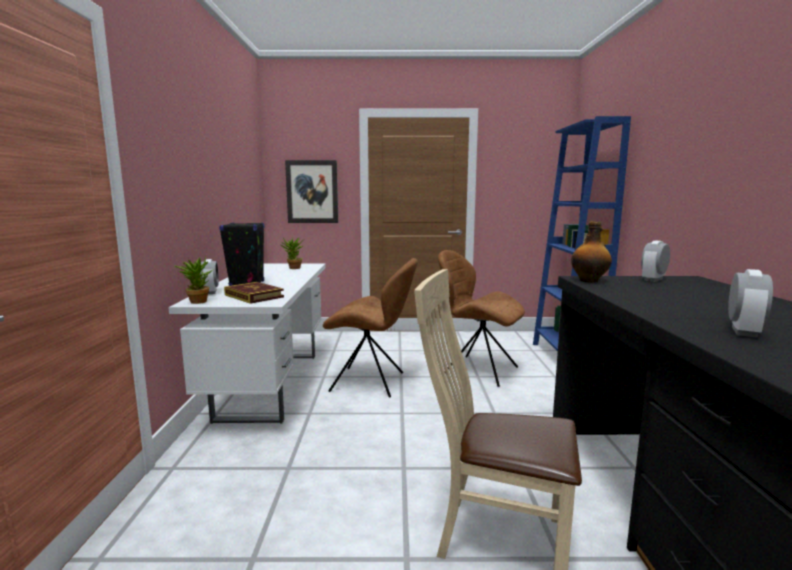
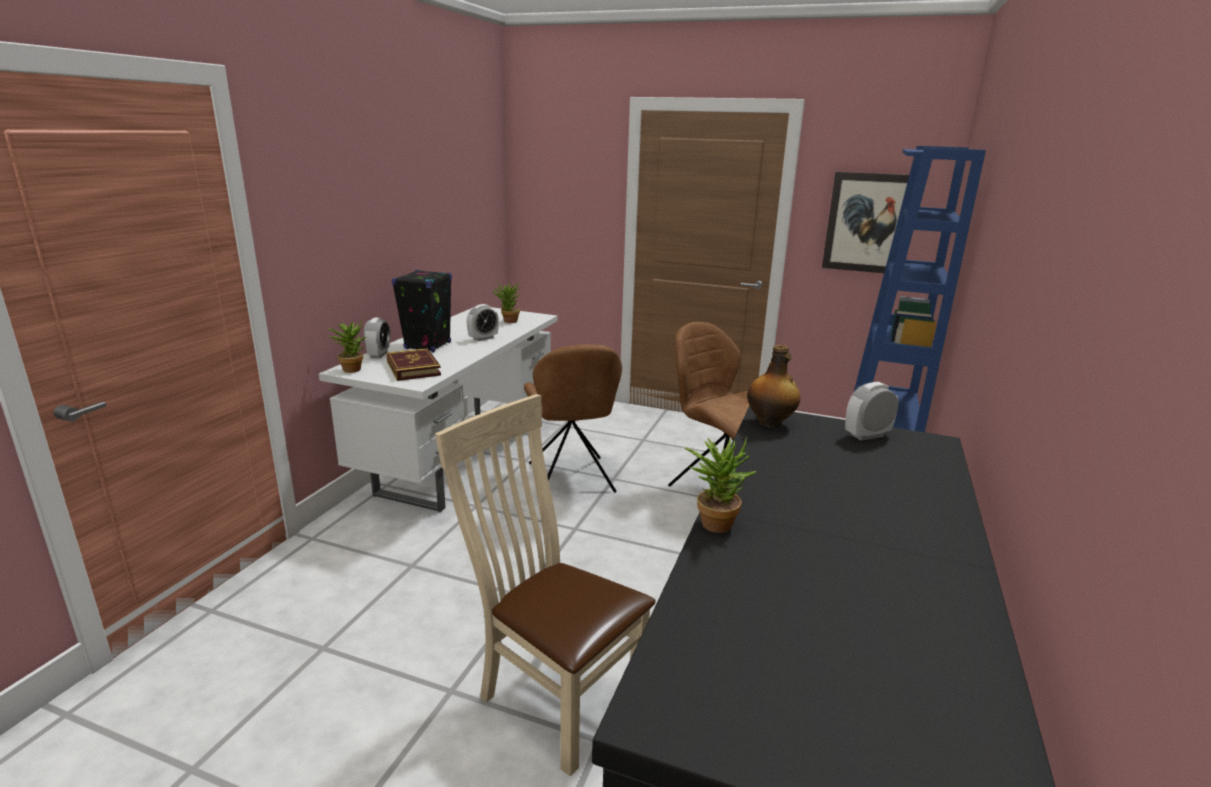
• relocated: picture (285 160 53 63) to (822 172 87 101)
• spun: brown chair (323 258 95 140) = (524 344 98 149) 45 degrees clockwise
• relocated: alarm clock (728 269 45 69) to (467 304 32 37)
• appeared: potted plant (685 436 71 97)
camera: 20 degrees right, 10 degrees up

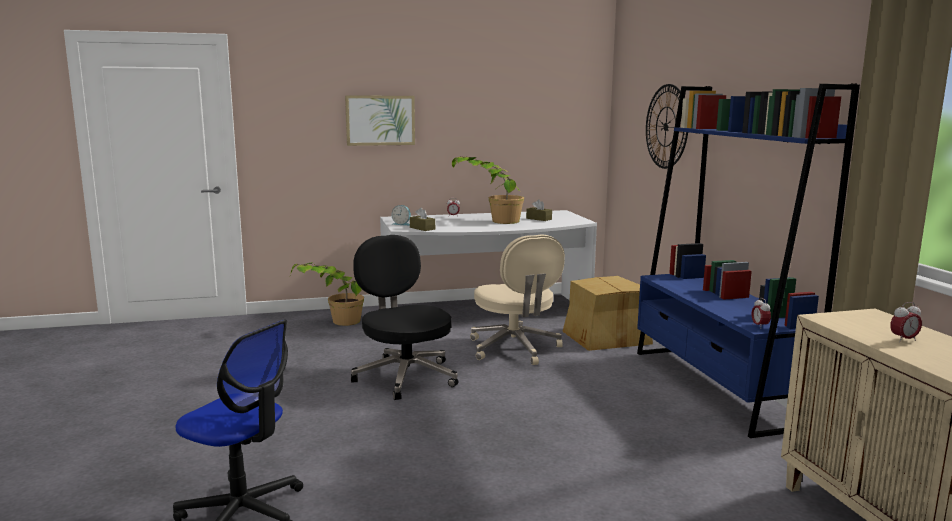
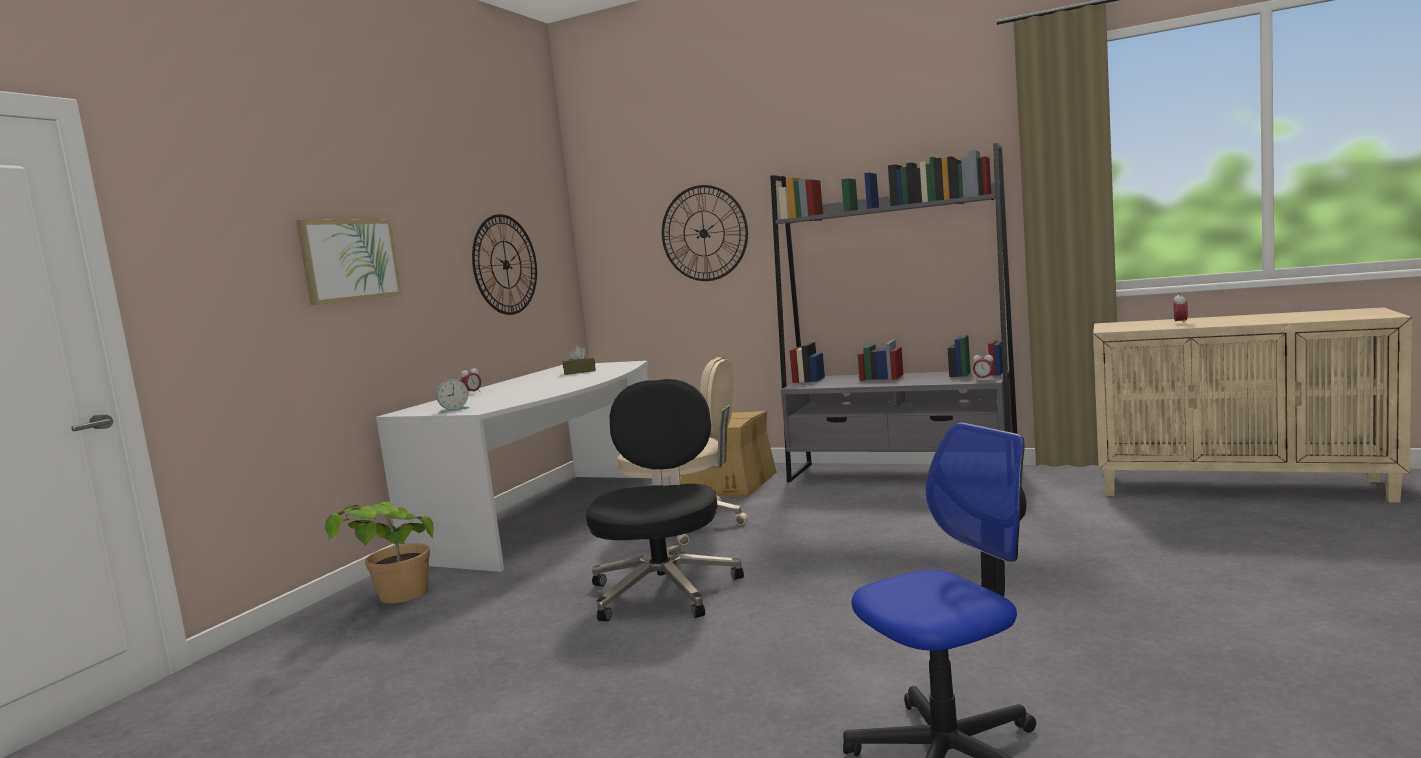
• colour: blue bookcase (637 83 223 355) to grey bookcase (770 143 247 339)
• missing: potted plant (452 156 72 68)
• missing: brown tissue box (410 207 25 24)
• spun: black office chair (351 235 107 165) = (586 379 158 242) 90 degrees clockwise
• appeared: wall clock (472 214 65 101)
camera: 50 degrees left, 5 degrees down

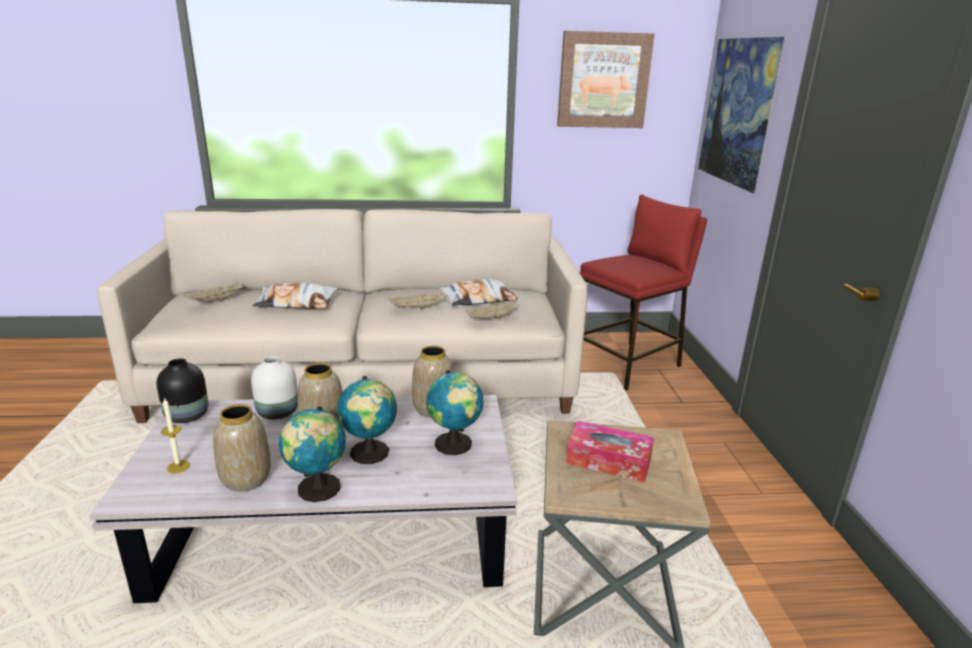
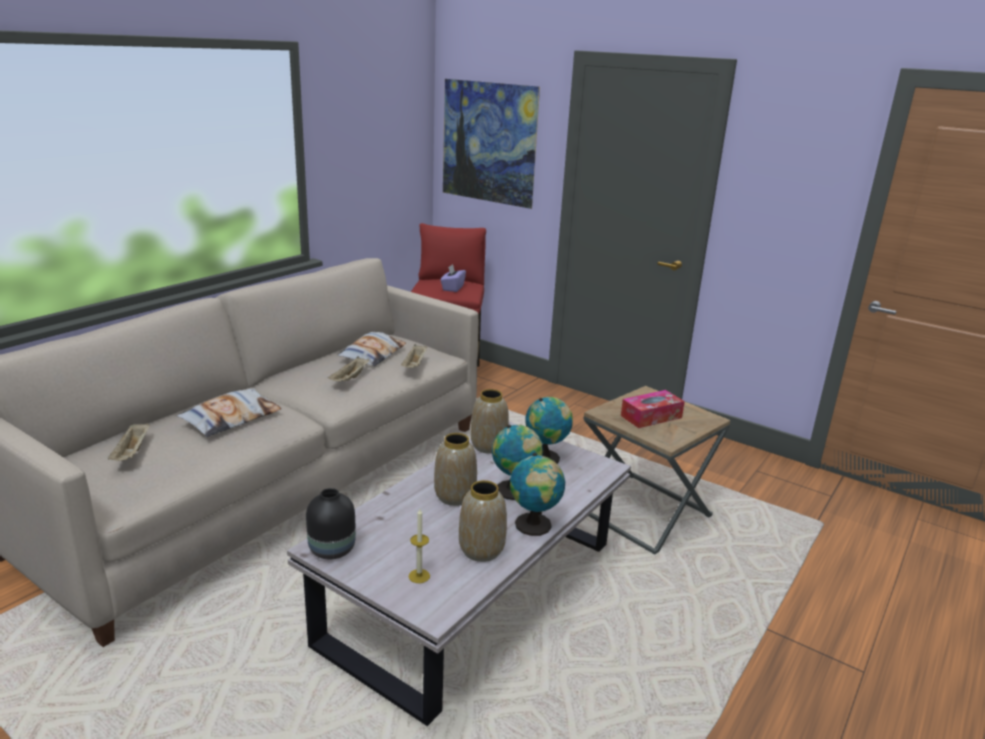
• missing: picture (557 31 97 97)
• missing: white vase (251 356 47 64)
• appeared: purple tissue box (440 264 26 28)
camera: 50 degrees left, 0 degrees up

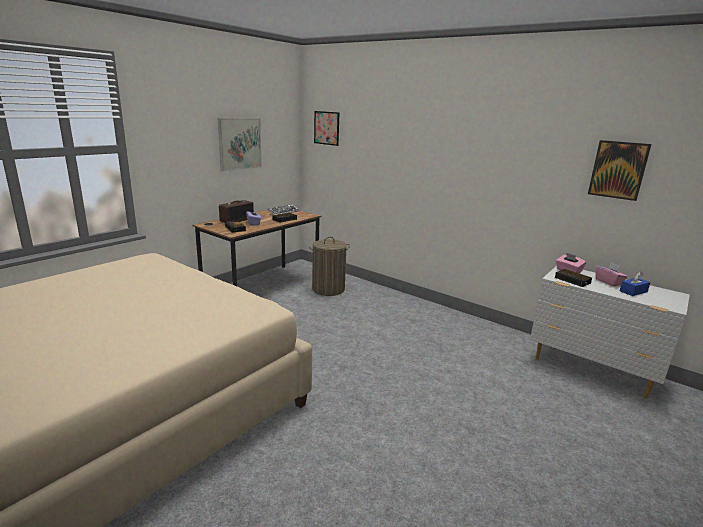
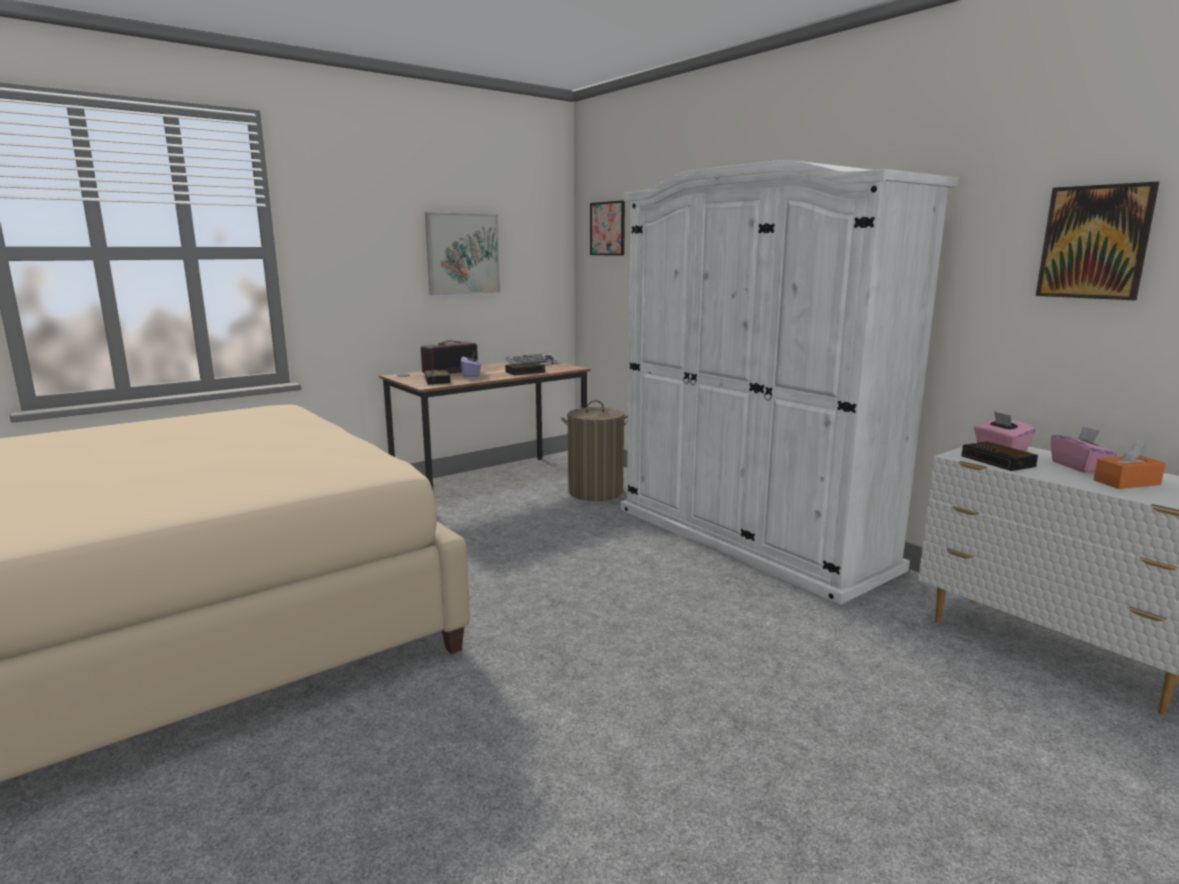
• colour: blue tissue box (620 272 30 24) to orange tissue box (1094 439 72 50)
• appeared: white wardrobe (621 160 338 445)
camera: 15 degrees right, 5 degrees down

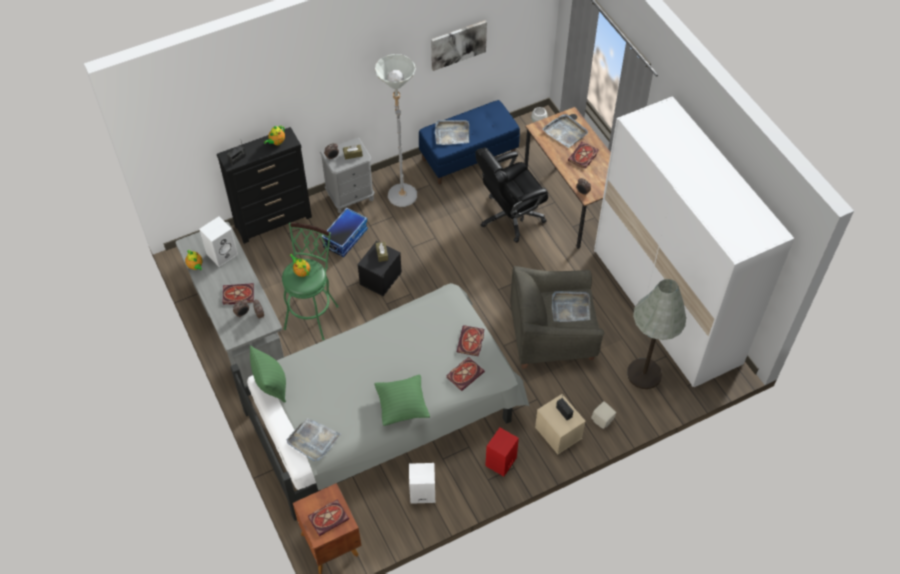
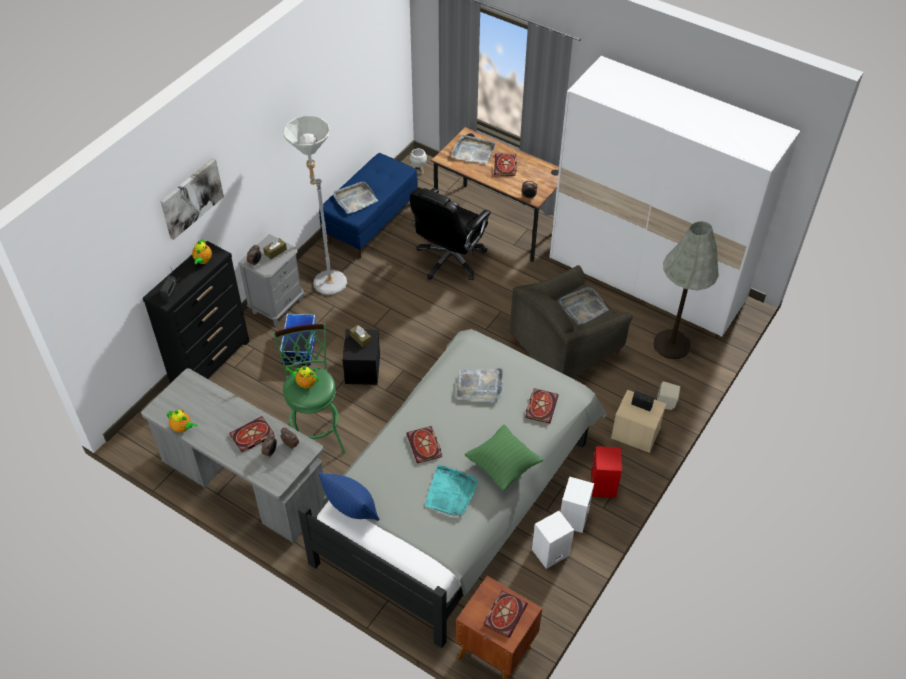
• relocated: picture (431 20 56 51) to (160 158 64 82)
• relocated: white speaker (199 217 39 50) to (560 477 34 56)
• relocated: book (457 325 27 31) to (406 426 36 37)
• colour: green pillow (250 346 36 57) to blue pillow (318 472 61 49)
• relocated: grey tray (287 418 54 43) to (456 368 47 33)
• appeared: turquoise tray (425 465 53 51)
camera: 30 degrees left, 5 degrees down

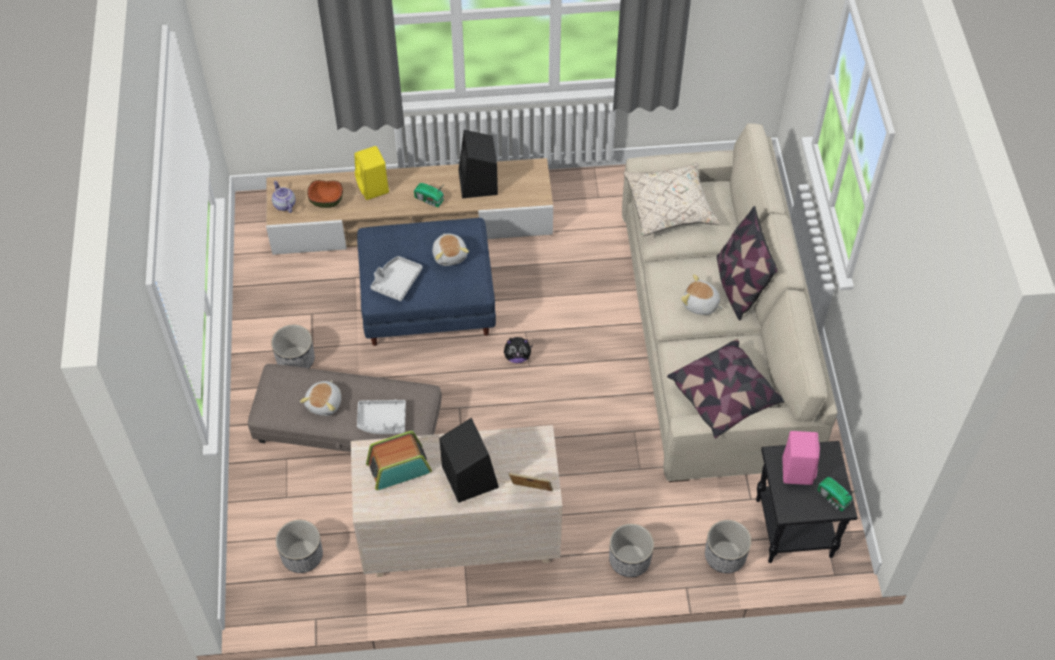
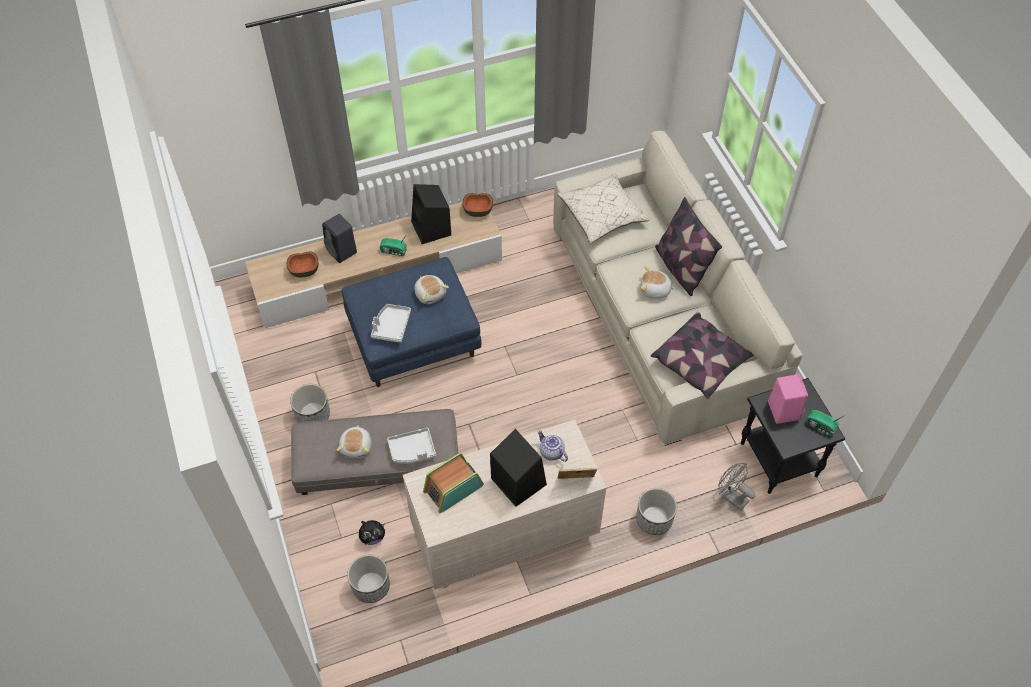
• colour: yellow speaker (354 146 35 54) to black speaker (322 214 35 49)
• relocated: teapot (272 181 24 32) to (537 430 31 32)
• relocated: plush toy (504 337 29 26) to (359 520 26 25)
• exchanged: planter (705 520 47 53) to grey fan (718 463 38 48)
• appeared: bowl (463 193 30 24)
camera: 15 degrees left, 0 degrees up

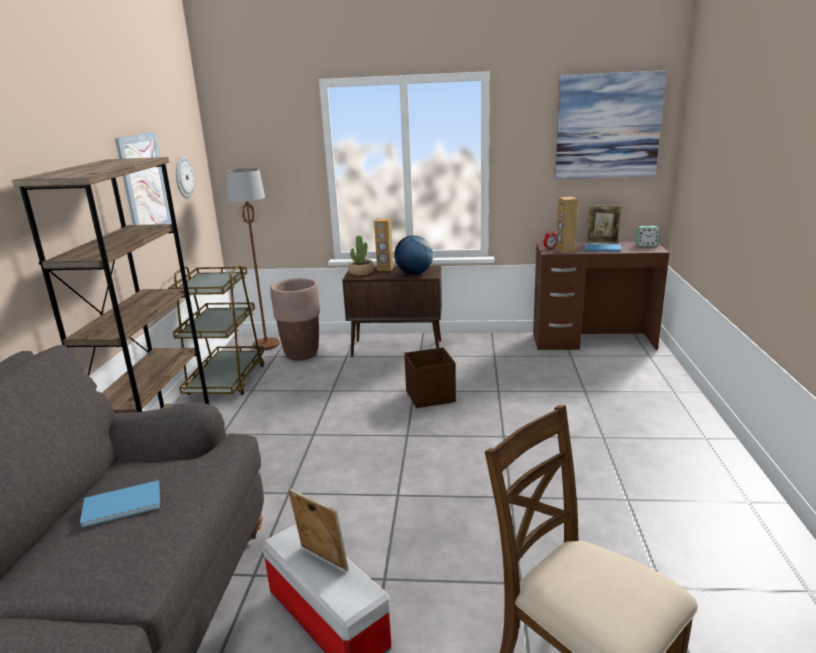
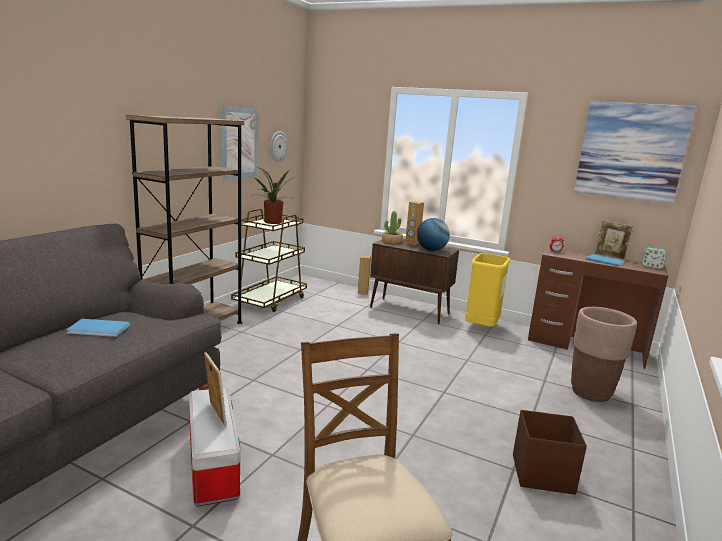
• missing: brown floor lamp (226 168 54 182)
• relocated: brown speaker (556 197 22 56) to (358 255 13 40)
• relocated: brown planter (270 278 50 82) to (571 307 66 95)
• relocated: brown storage box (404 347 52 61) to (513 410 74 85)
• appeared: potted plant (254 167 47 57)
• appeared: yellow trash can (465 253 45 74)
camera: 20 degrees right, 5 degrees down

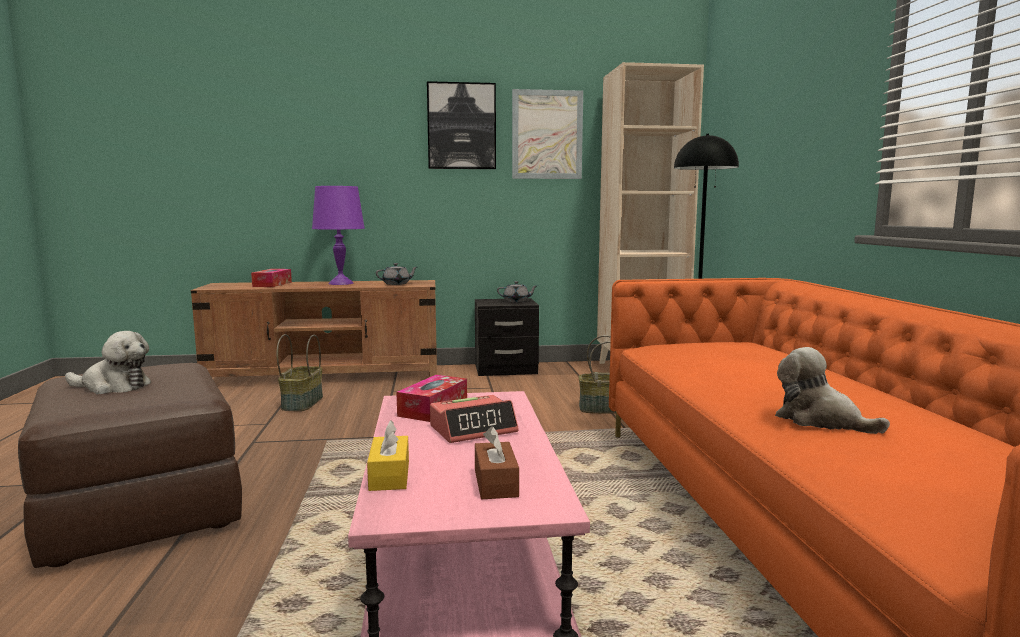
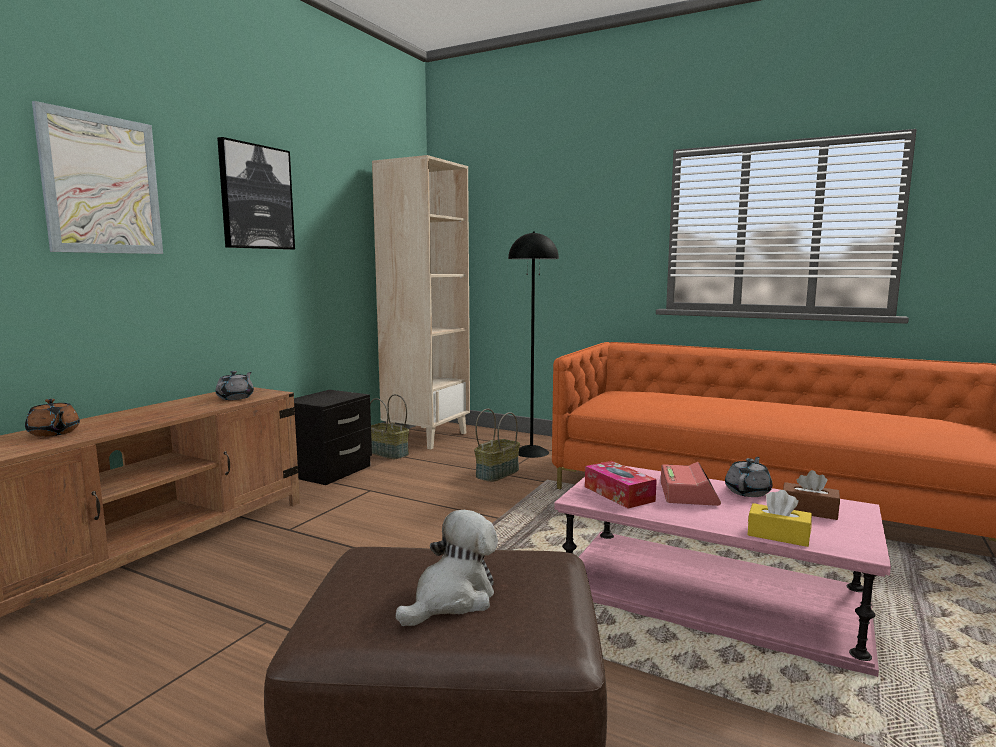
• relocated: picture (512 89 71 90) to (32 101 131 153)
• missing: purple table lamp (312 186 53 99)
• exchanged: tissue box (251 269 41 18) to brown teapot (25 399 55 38)
• relocated: grey teapot (497 281 41 21) to (725 457 47 40)
• relocated: basket (277 334 46 77) to (370 394 39 65)
• missing: plush toy (775 347 115 87)
camera: 55 degrees left, 0 degrees up

